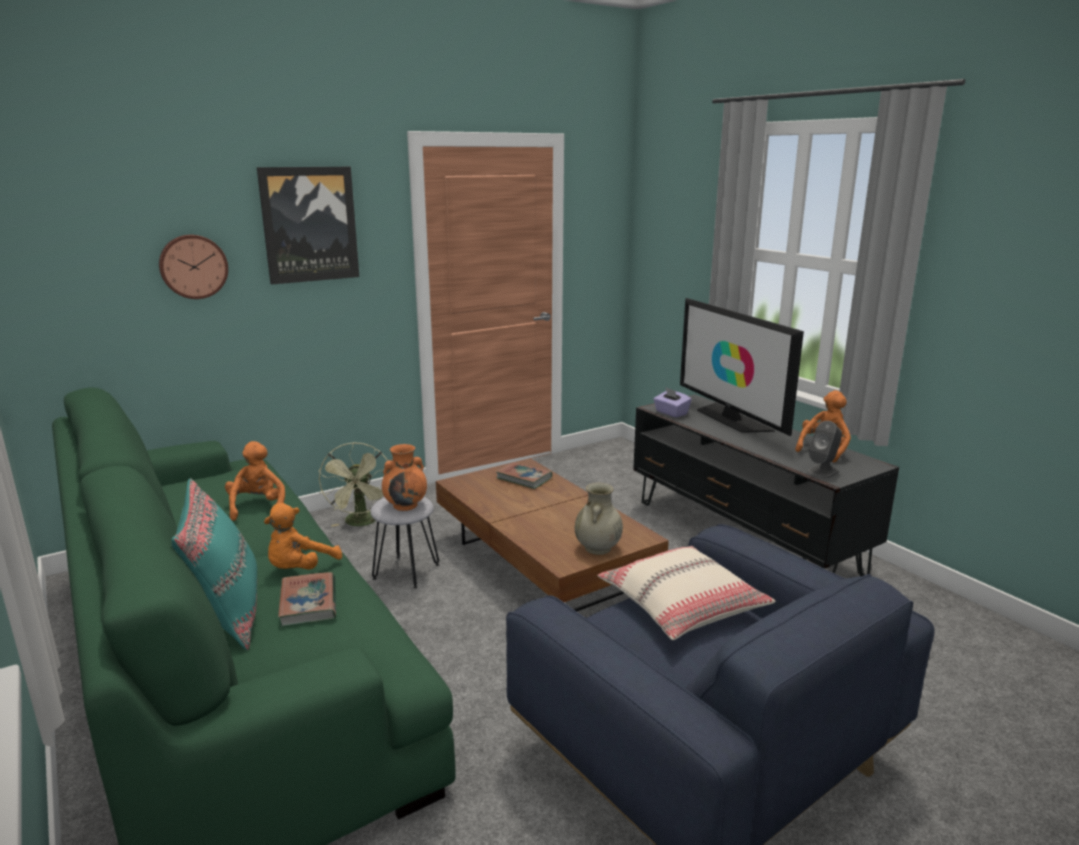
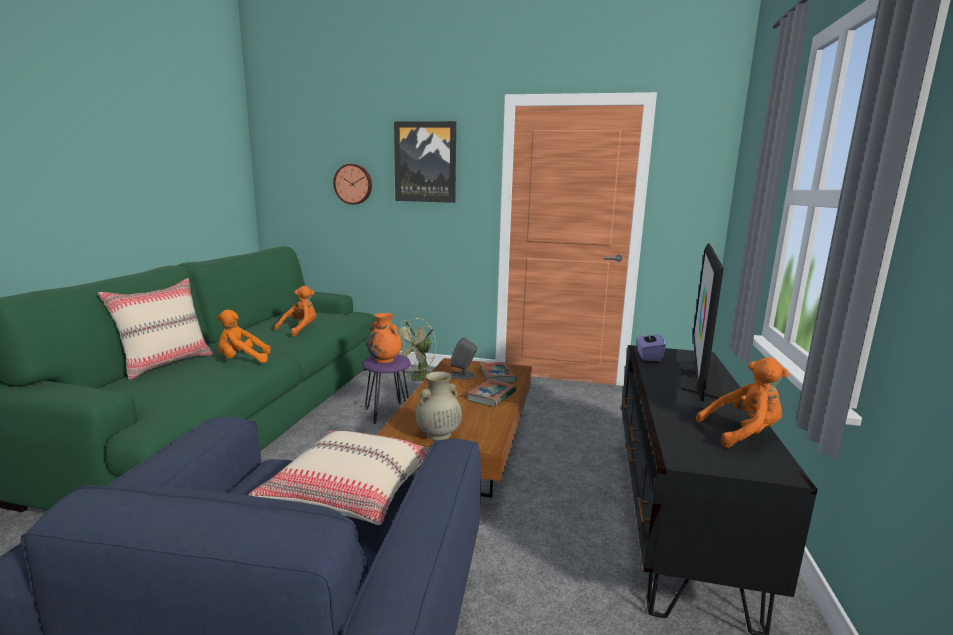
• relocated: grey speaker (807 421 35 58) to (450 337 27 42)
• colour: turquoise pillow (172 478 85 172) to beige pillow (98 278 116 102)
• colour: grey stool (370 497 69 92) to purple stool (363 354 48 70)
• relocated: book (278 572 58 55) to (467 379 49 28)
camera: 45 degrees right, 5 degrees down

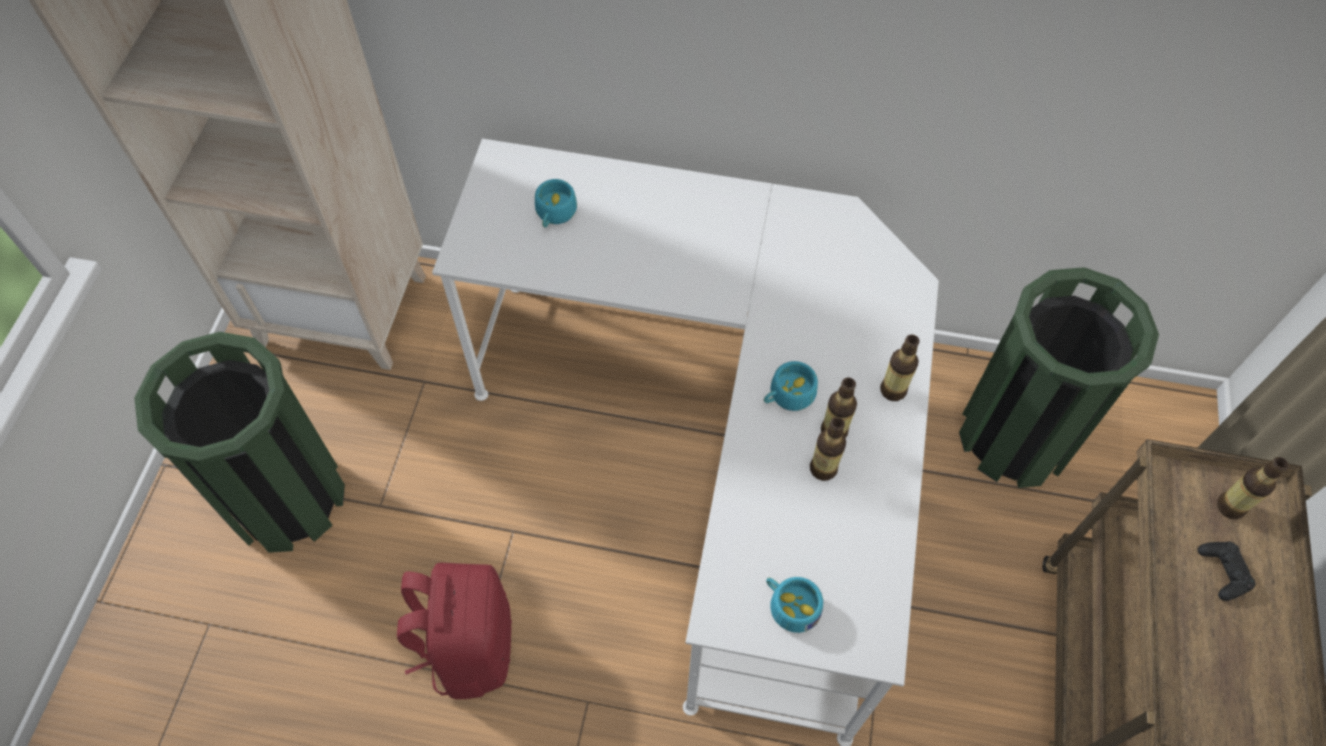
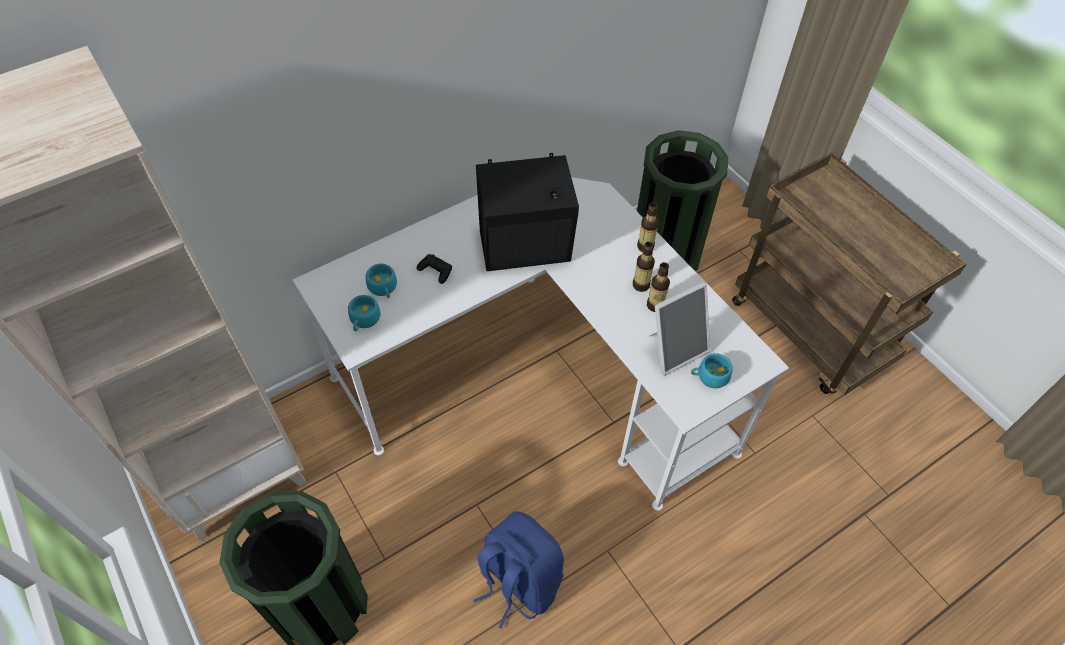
• relocated: turquoise cup (764 361 54 50) to (348 295 33 36)
• missing: bottle (1217 457 72 62)
• relocated: black game controller (1198 542 58 59) to (417 254 35 30)
• colour: red backpack (397 563 115 136) to blue backpack (473 511 91 118)
• appeared: black speaker (476 153 103 118)
• appeared: picture frame (650 282 60 94)
camera: 45 degrees left, 5 degrees down

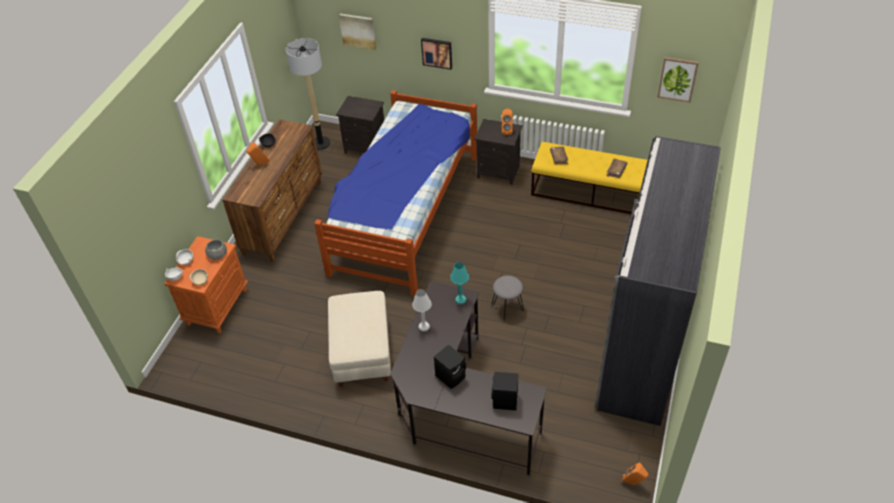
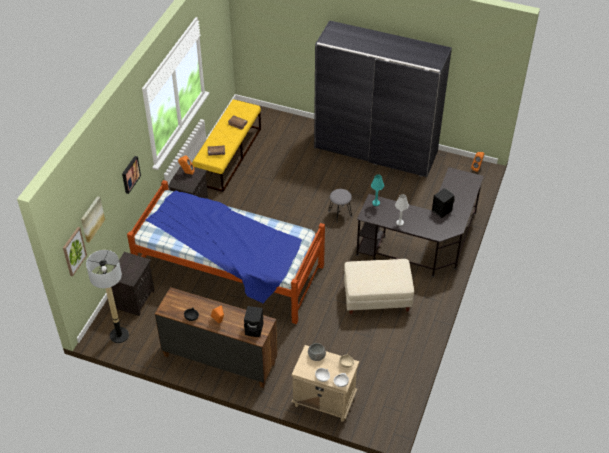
• relocated: picture (657 57 42 46) to (63 227 24 49)
• colour: orange nightstand (164 236 84 97) to beige nightstand (291 345 68 77)
• relocated: black speaker (492 372 26 38) to (244 306 19 31)
camera: 90 degrees left, 0 degrees up

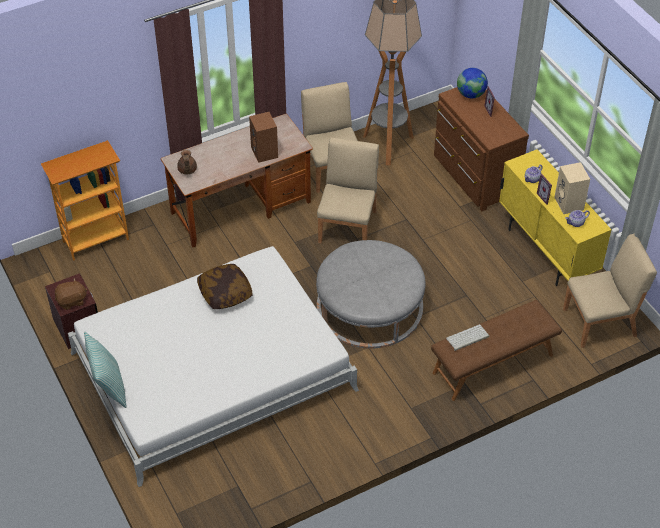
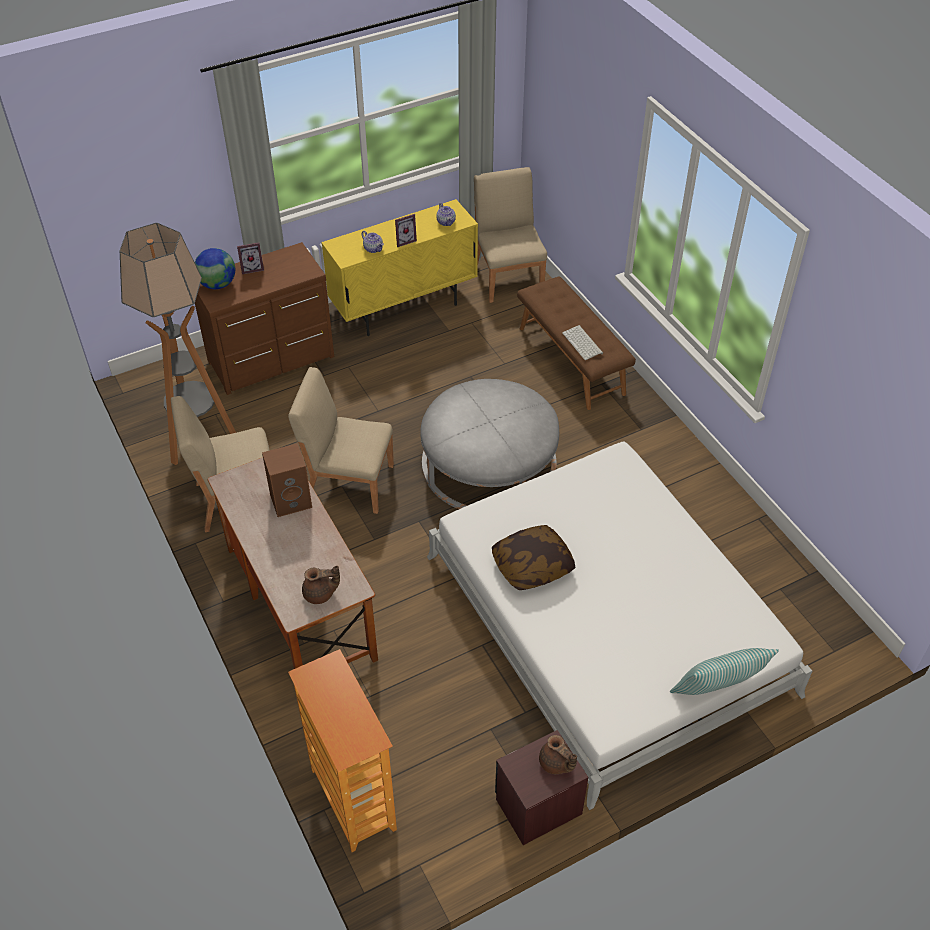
• missing: beige speaker (554 162 36 52)
• exchanged: brown plush toy (55 278 33 32) to brown teapot (539 735 38 39)
camera: 90 degrees left, 0 degrees up

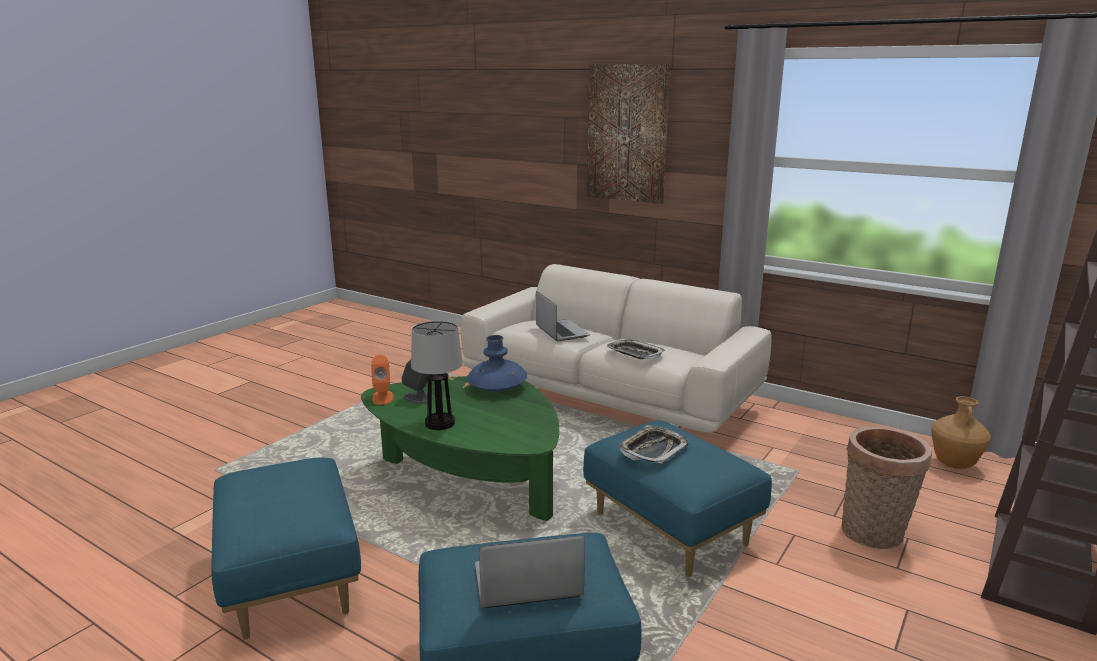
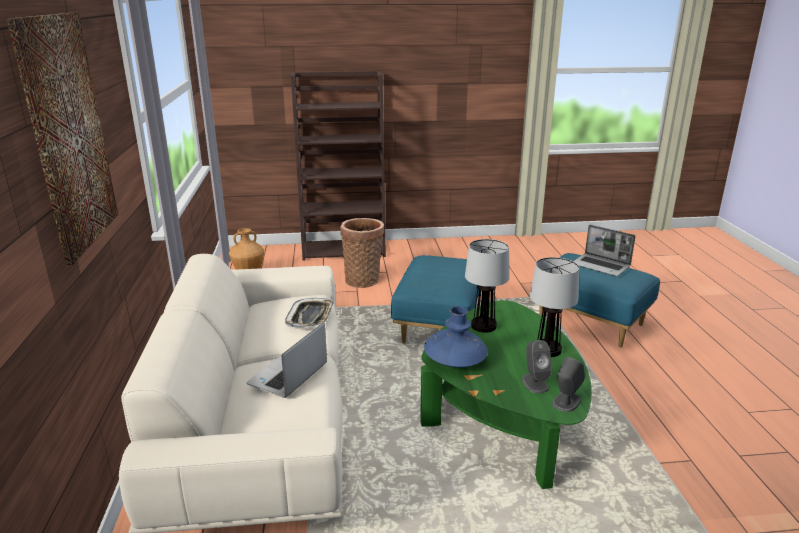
• colour: orange speaker (371 355 23 50) to grey speaker (552 357 33 55)
• missing: tray (620 425 69 39)
• missing: blue ottoman (212 457 149 183)
• appeared: table lamp (465 239 44 94)
camera: 130 degrees left, 5 degrees up

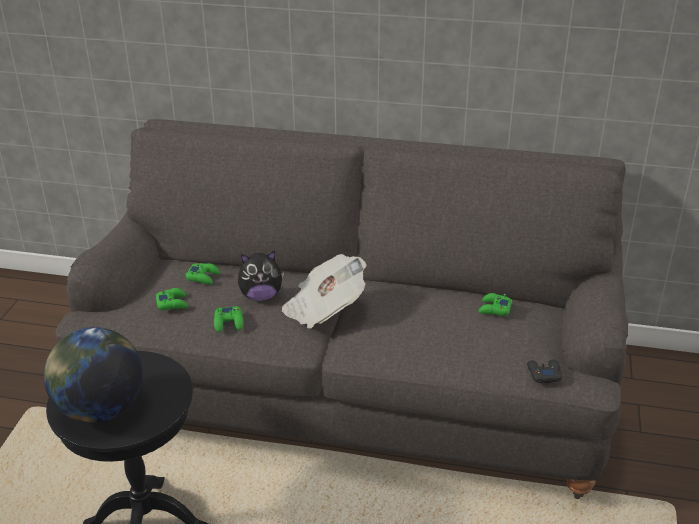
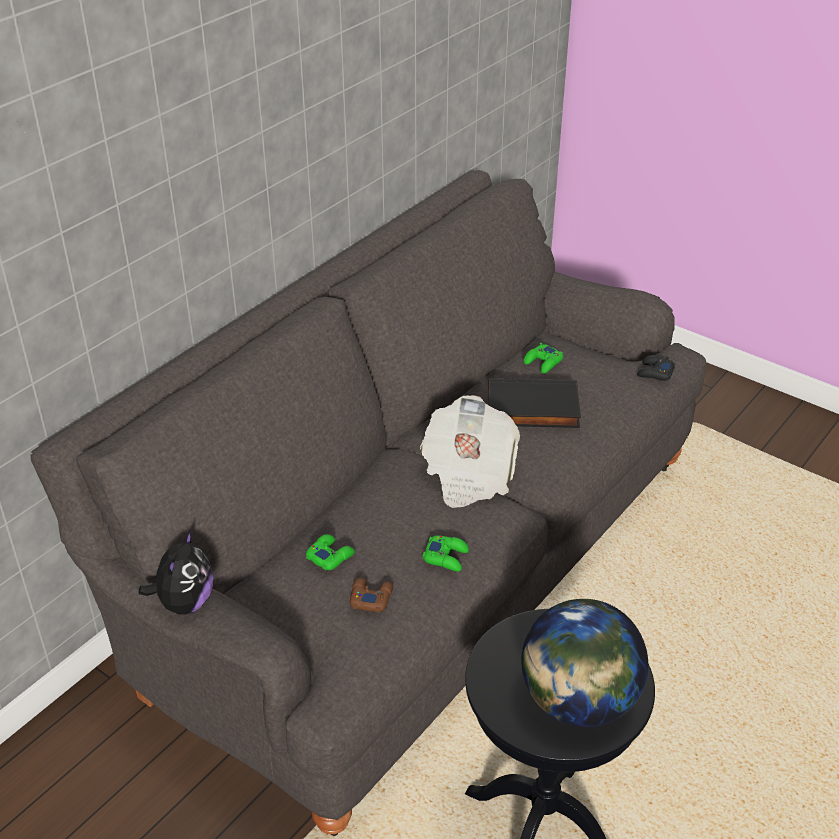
• relocated: plush toy (238 251 46 50) to (138 529 76 86)
• colour: green game controller (156 288 32 22) to brown game controller (350 578 43 35)
• appeared: black book (488 378 93 50)
camera: 65 degrees left, 5 degrees up

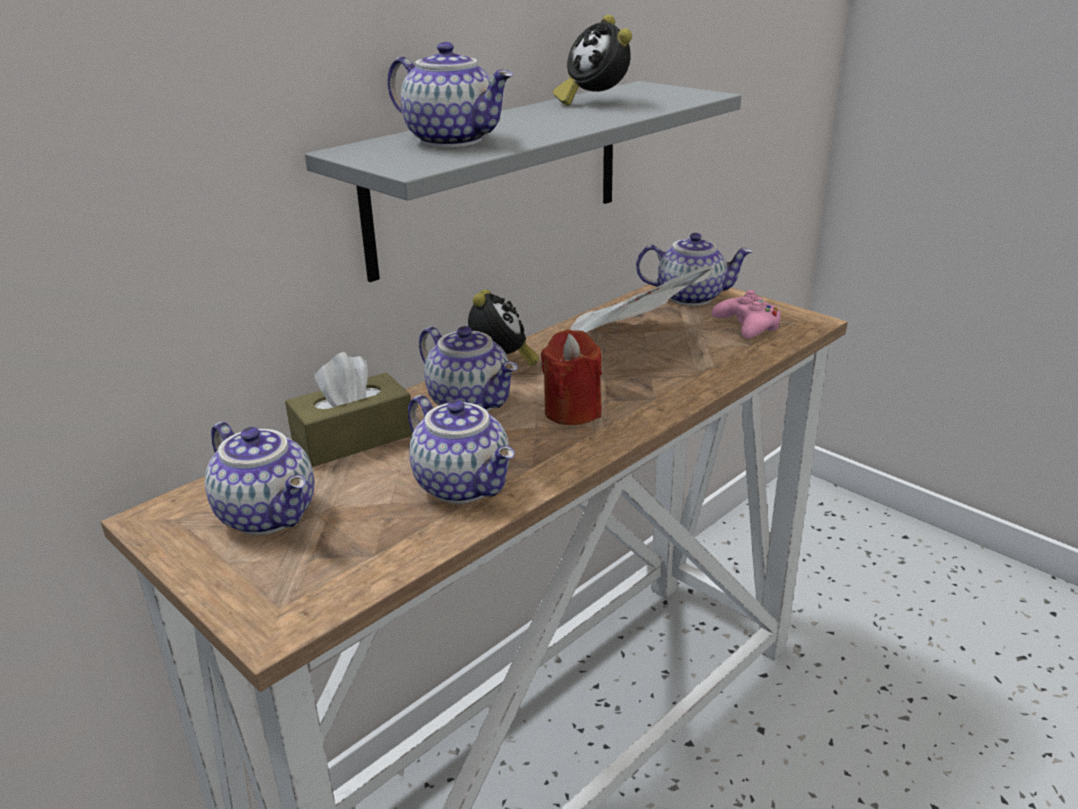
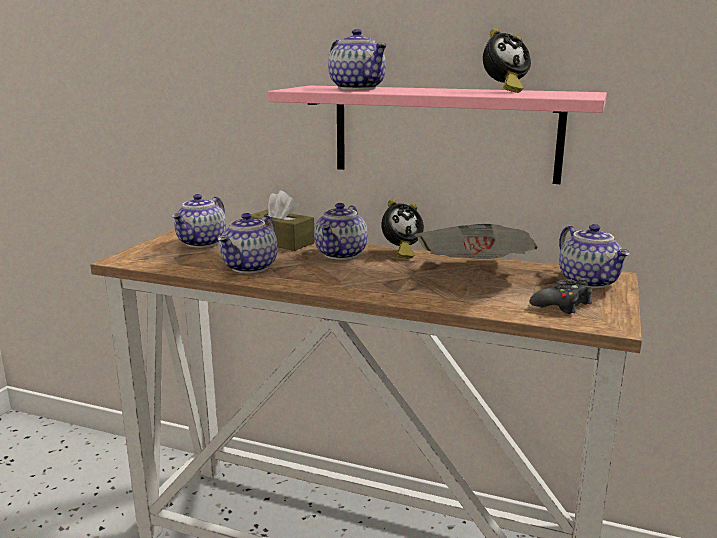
• spun: alarm clock (553 15 79 91) = (483 28 48 65) 150 degrees counterclockwise
• spun: teapot (387 42 126 106) = (328 29 59 61) 45 degrees counterclockwise
• colour: grey shelf (305 81 436 201) to pink shelf (268 86 339 98)
• colour: pink game controller (712 290 69 49) to black game controller (530 278 62 36)
• missing: red candle (541 330 61 95)
camera: 65 degrees right, 10 degrees down

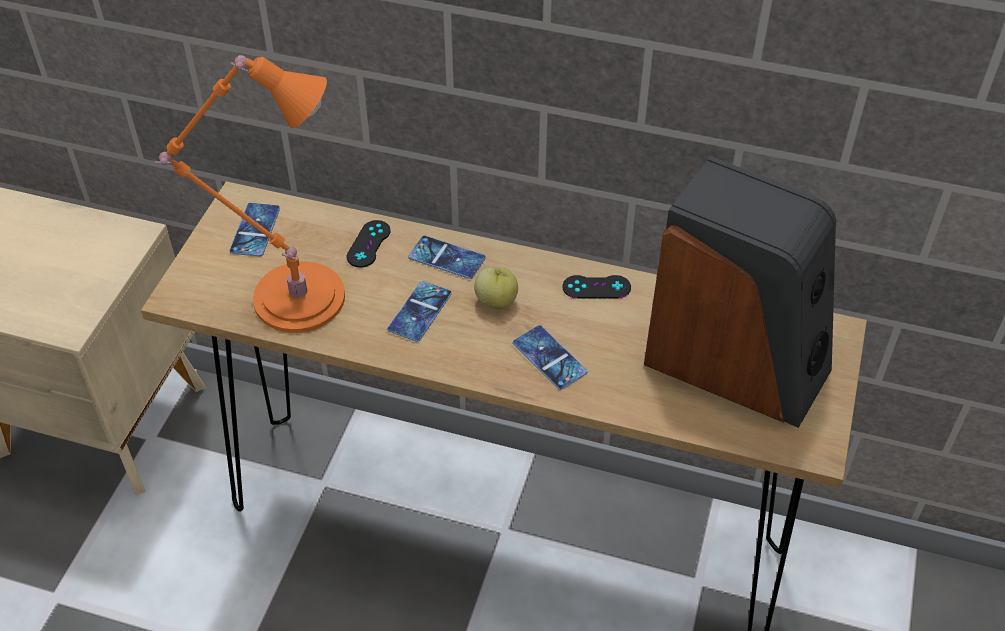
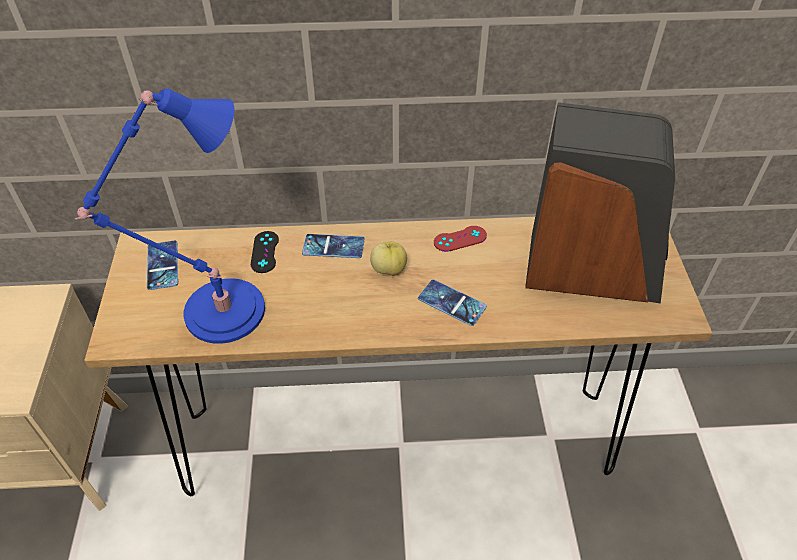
• colour: orange table lamp (155 55 190 278) to blue table lamp (75 89 190 255)
• colour: black game controller (562 275 69 24) to red game controller (434 226 53 26)
• missing: phone (387 281 65 61)
camera: 20 degrees left, 0 degrees up

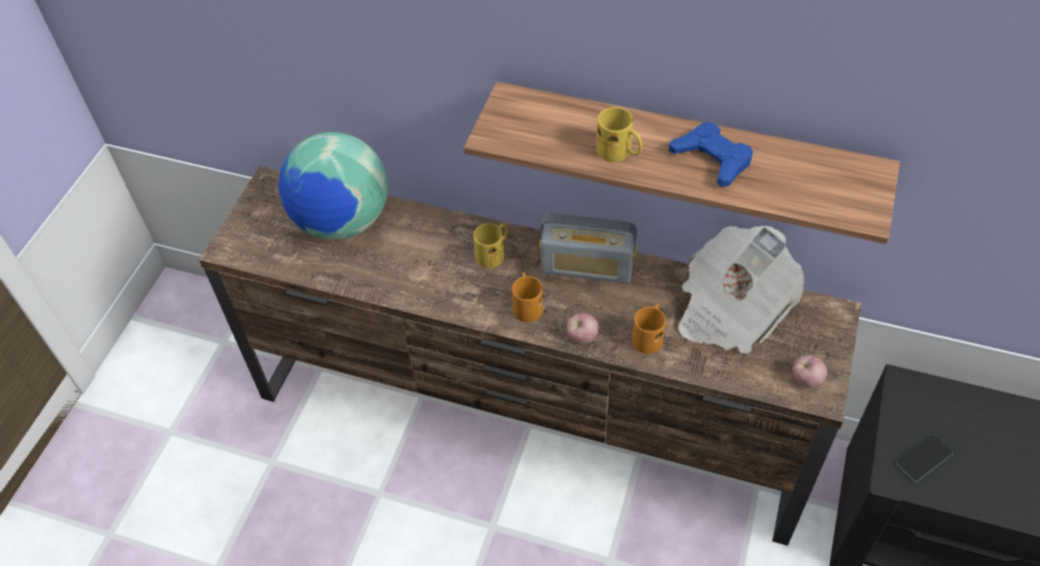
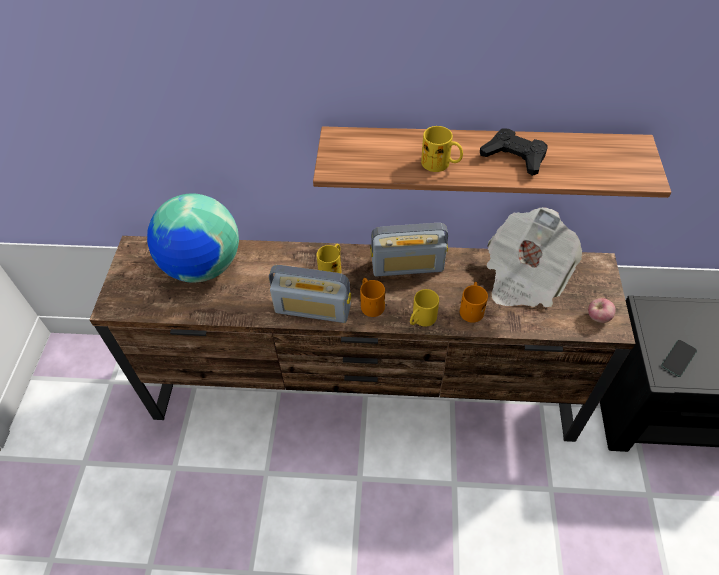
• colour: blue game controller (669 122 84 65) to black game controller (480 128 67 48)
• exchanged: apple (566 313 33 30) to yellow mug (410 289 29 38)
• appeared: radio (269 265 82 58)
camera: 15 degrees left, 0 degrees up

